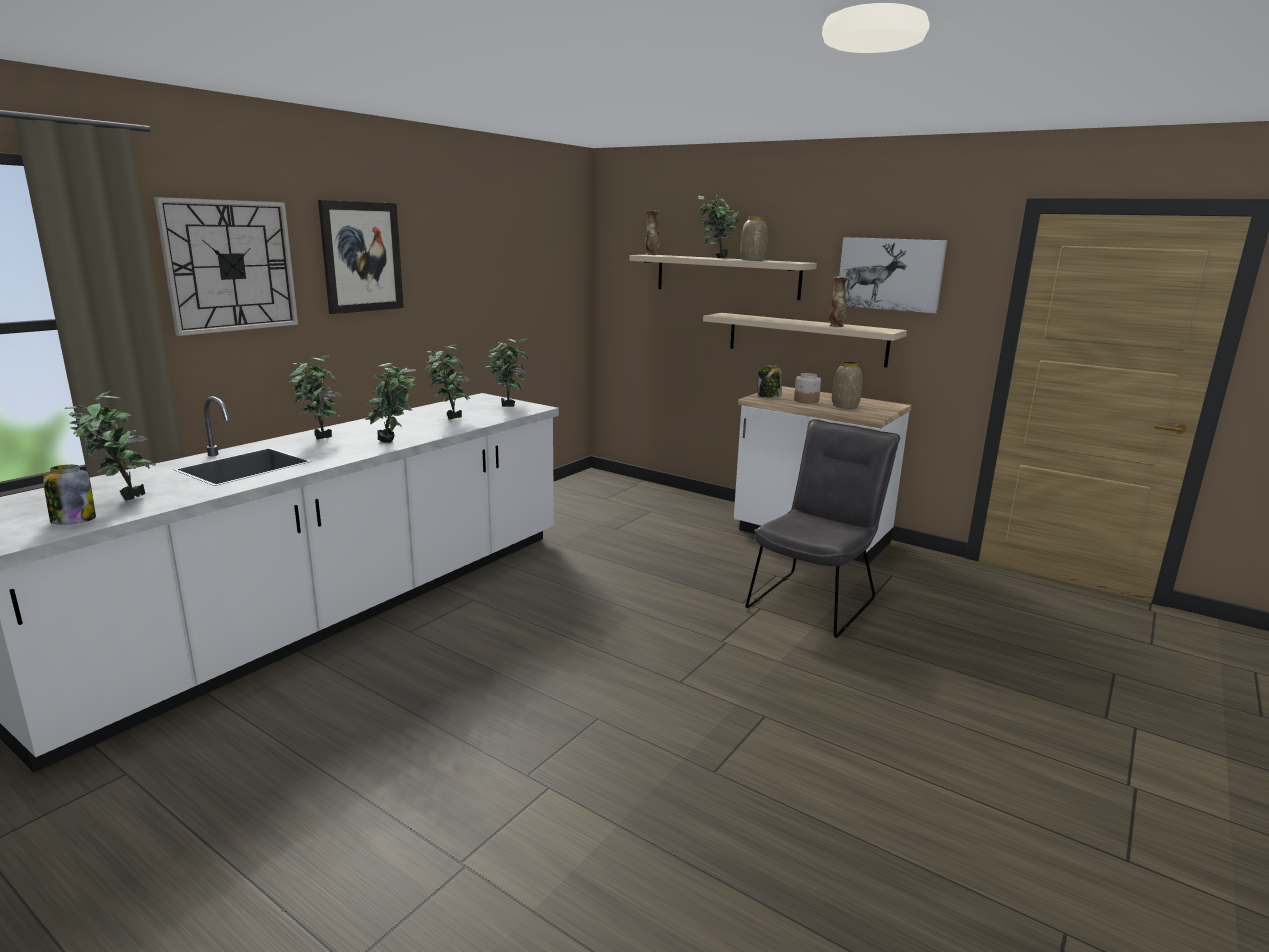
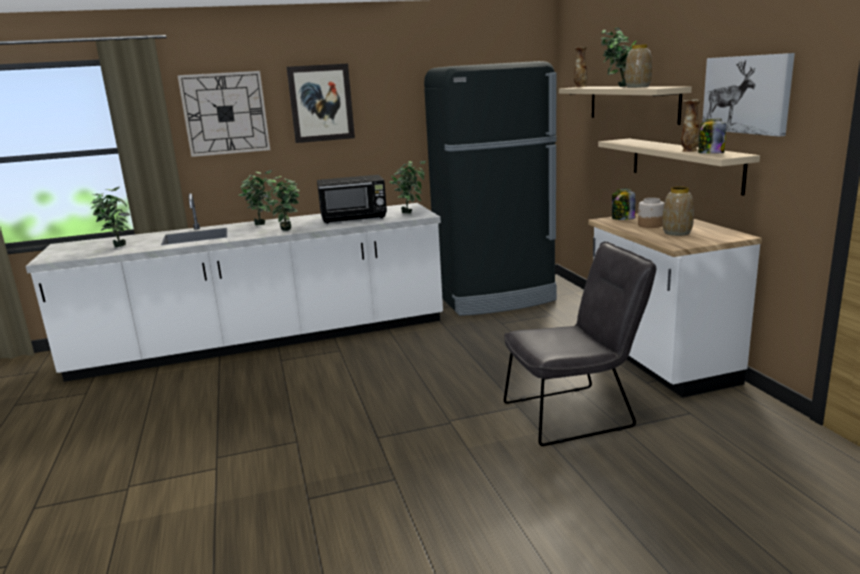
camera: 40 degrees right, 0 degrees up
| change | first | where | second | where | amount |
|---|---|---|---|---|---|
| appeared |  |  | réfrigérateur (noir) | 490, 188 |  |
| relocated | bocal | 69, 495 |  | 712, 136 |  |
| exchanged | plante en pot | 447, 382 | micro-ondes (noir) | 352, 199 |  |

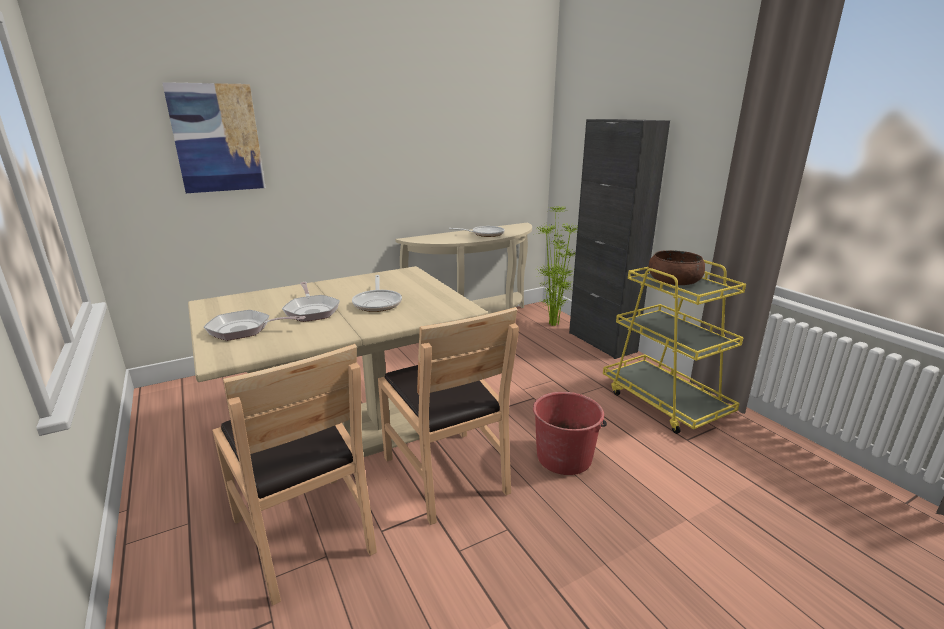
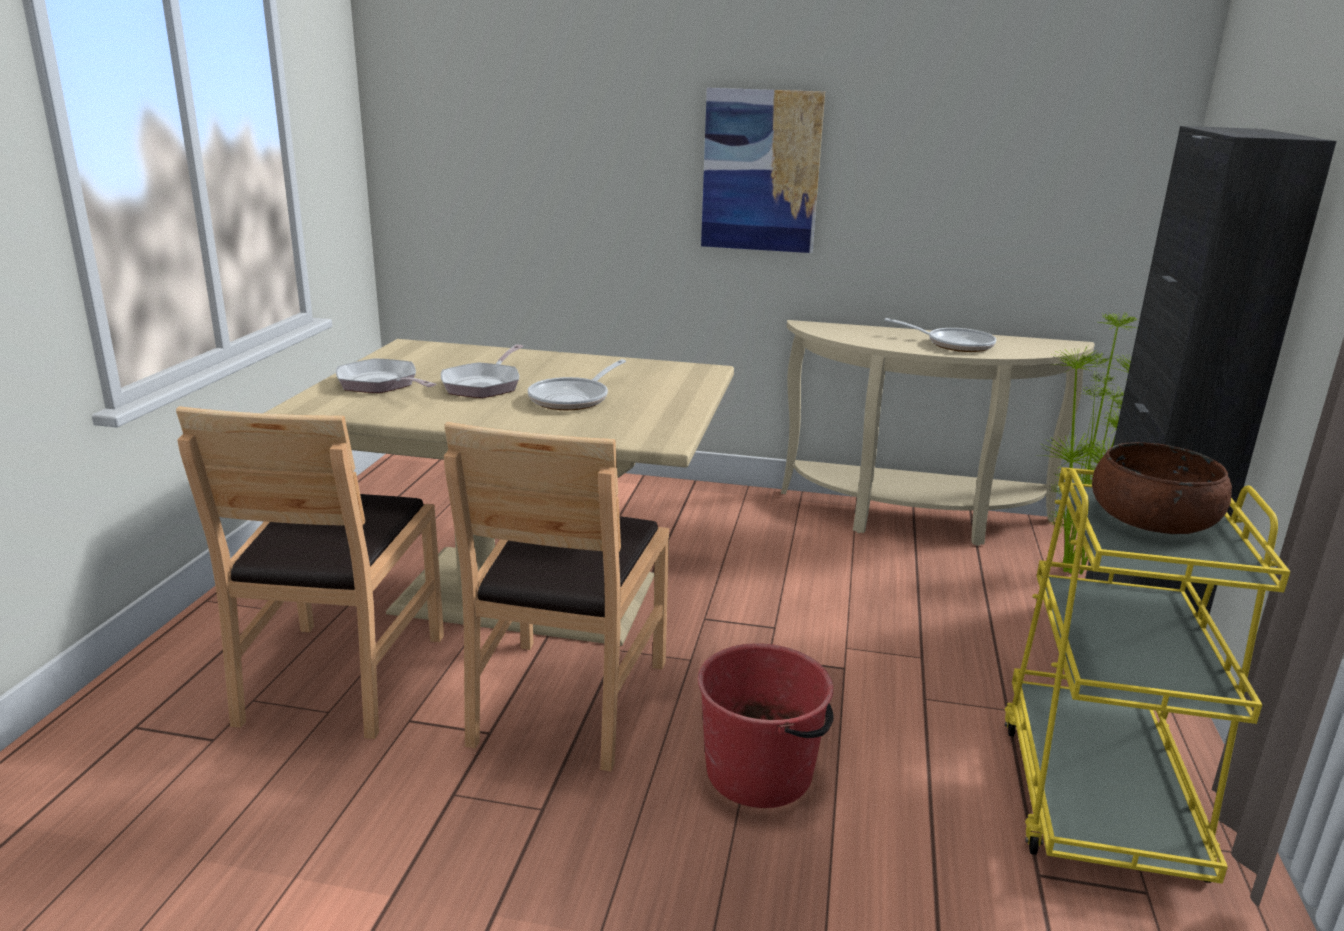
camera: 40 degrees right, 0 degrees up
| change | first | where | second | where | amount |
|---|---|---|---|---|---|
| relocated | tableau | 214, 137 |  | 763, 170 |  |

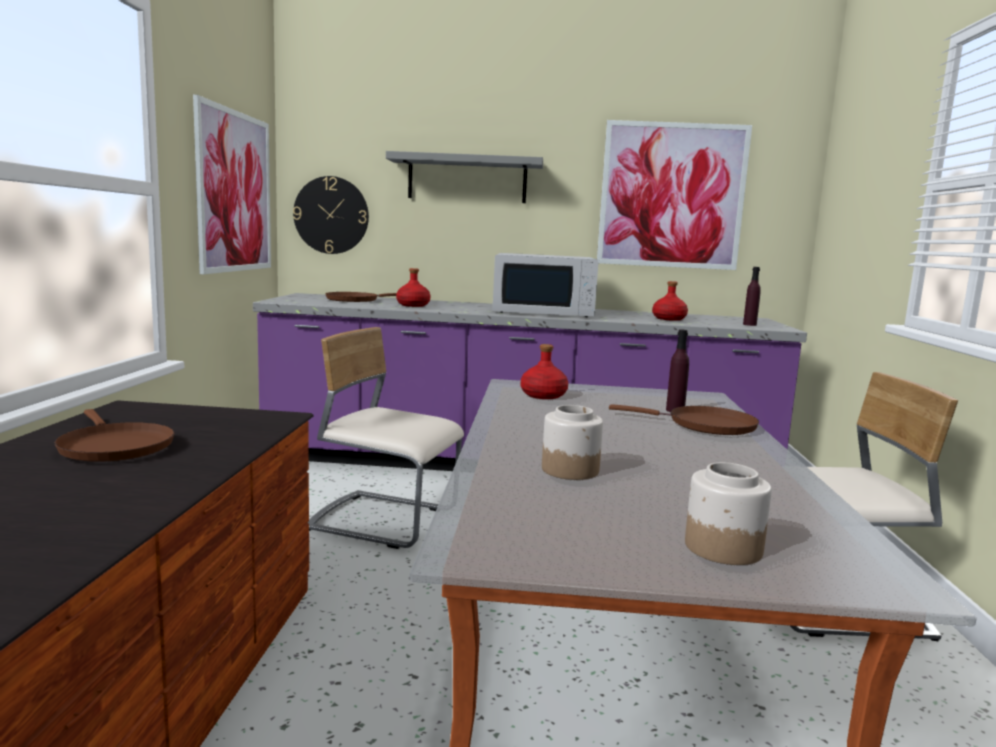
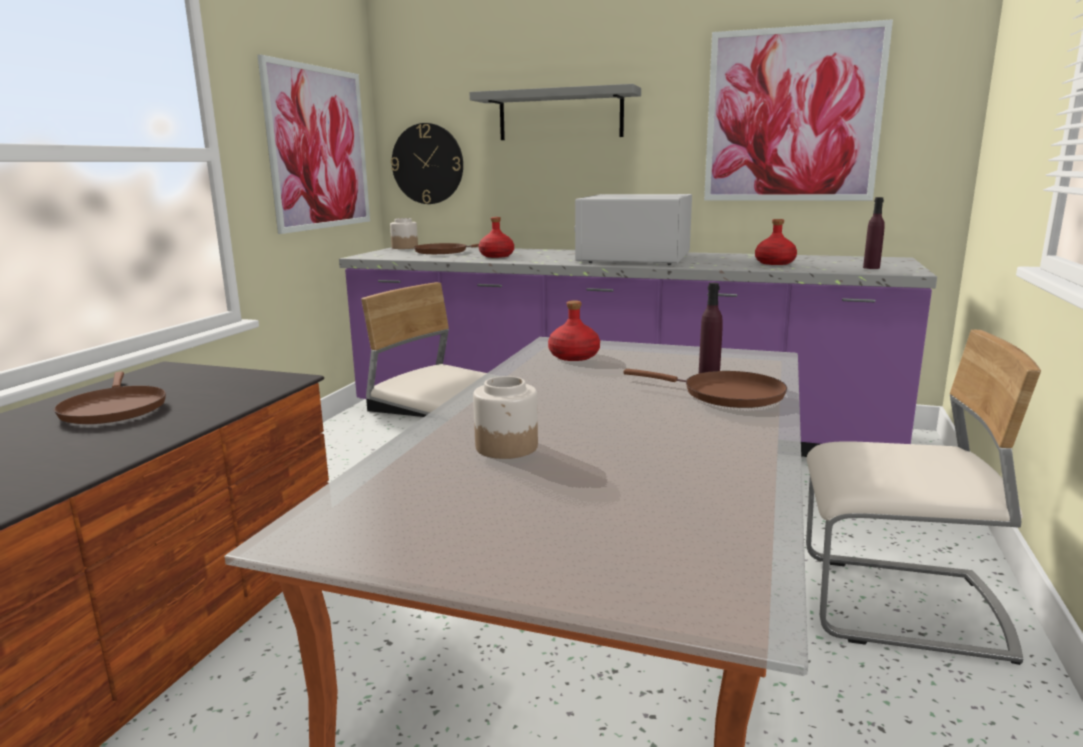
camera: 15 degrees right, 5 degrees up
| change | first | where | second | where | amount |
|---|---|---|---|---|---|
| relocated | bocal | 728, 513 |  | 404, 233 |  |
| spun | micro-ondes (blanc) | 546, 285 |  | 633, 229 | 90 degrees clockwise |

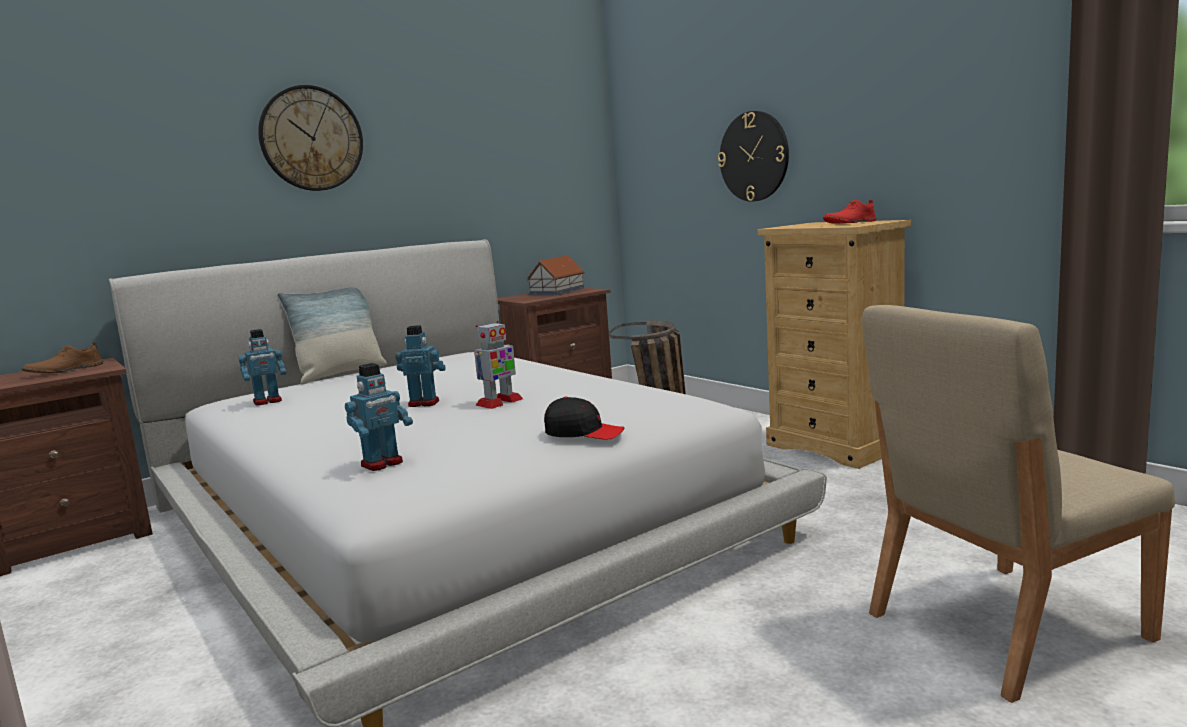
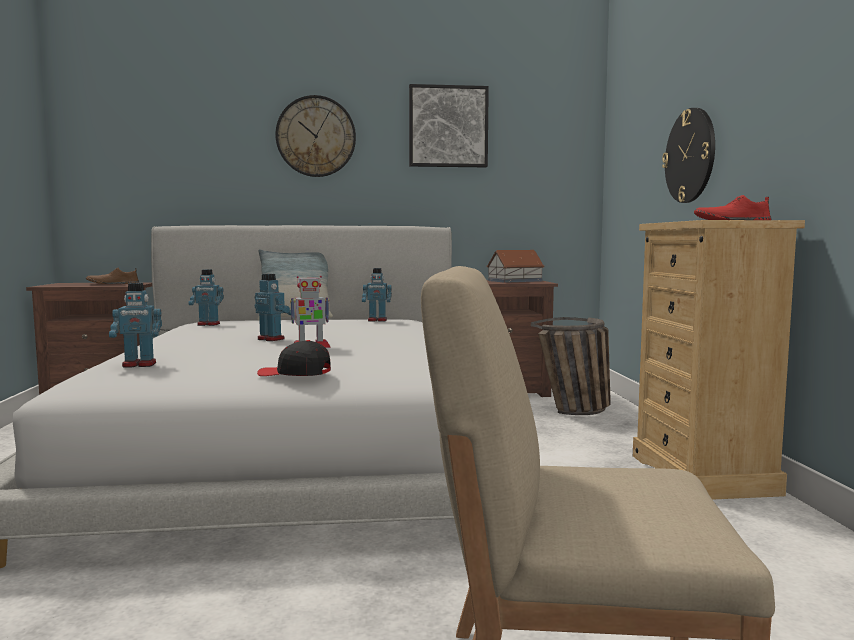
camera: 30 degrees right, 5 degrees down
| change | first | where | second | where | amount |
|---|---|---|---|---|---|
| appeared |  |  | robot jouet | 377, 295 |  |
| appeared |  |  | tableau | 449, 125 |  |
| spun | casquette (noir) | 584, 418 |  | 294, 358 | 150 degrees clockwise |

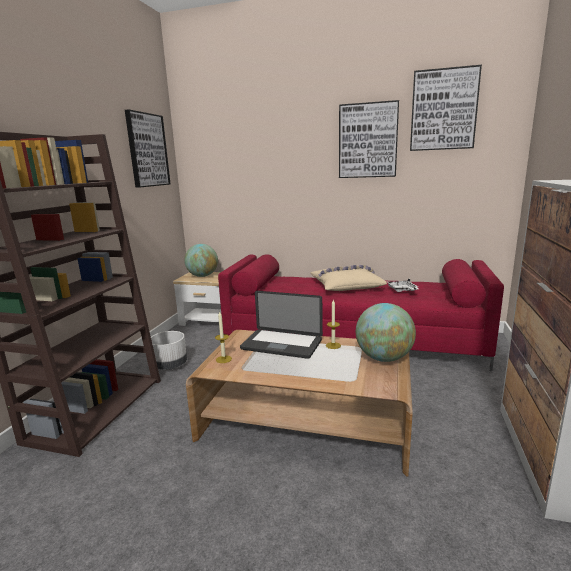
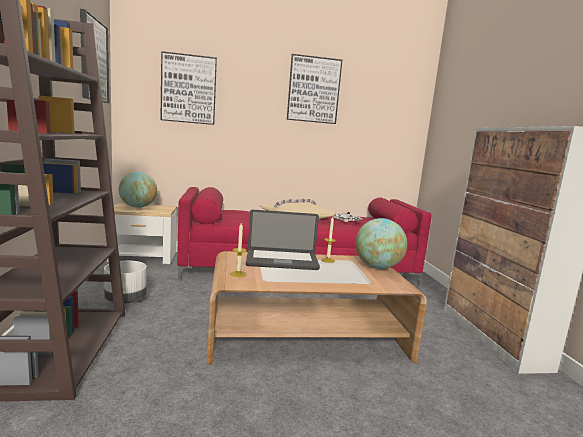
camera: 25 degrees left, 5 degrees down
| change | first | where | second | where | amount |
|---|---|---|---|---|---|
| relocated | tableau | 446, 108 |  | 188, 88 |  |

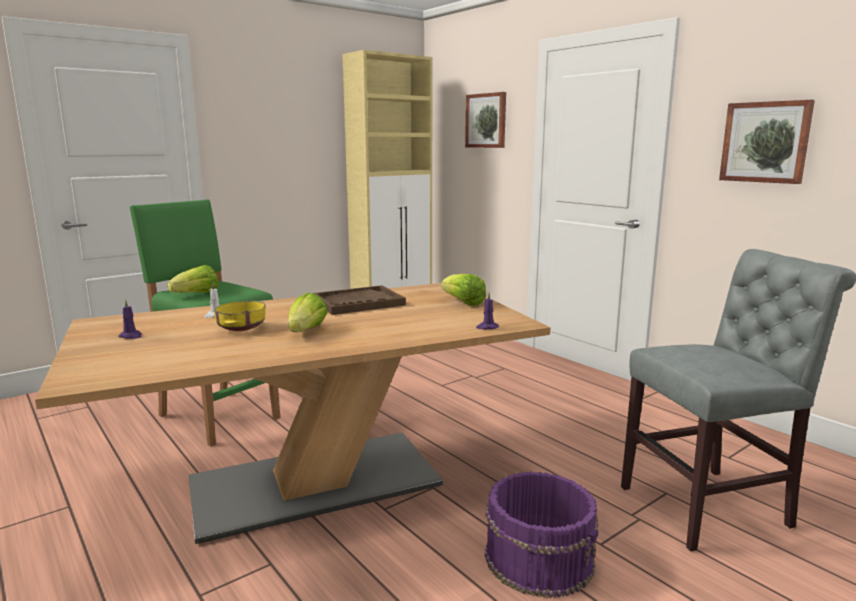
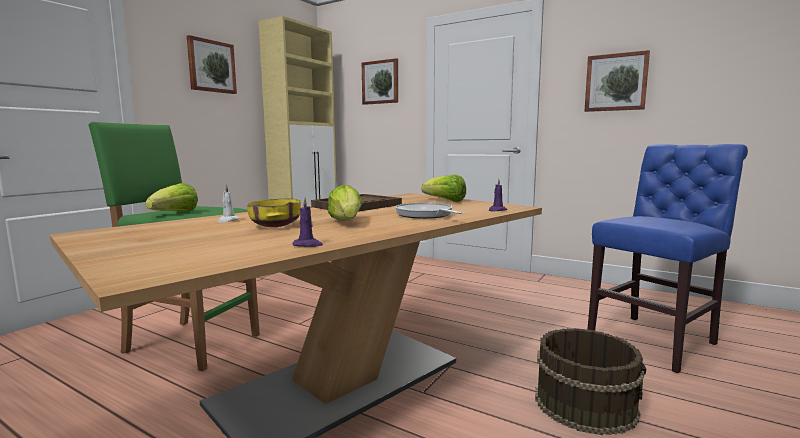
camera: 20 degrees left, 5 degrees down
| change | first | where | second | where | amount |
|---|---|---|---|---|---|
| appeared |  |  | tableau | 212, 64 |  |
| appeared |  |  | poêle | 428, 211 |  |
| relocated | bougie (violet) | 130, 319 |  | 308, 222 |  |
| colour | seau (violet) | 541, 535 | seau (marron) | 590, 381 |  |
| colour | chaise (gris) | 738, 400 | chaise (bleu) | 667, 258 |  |

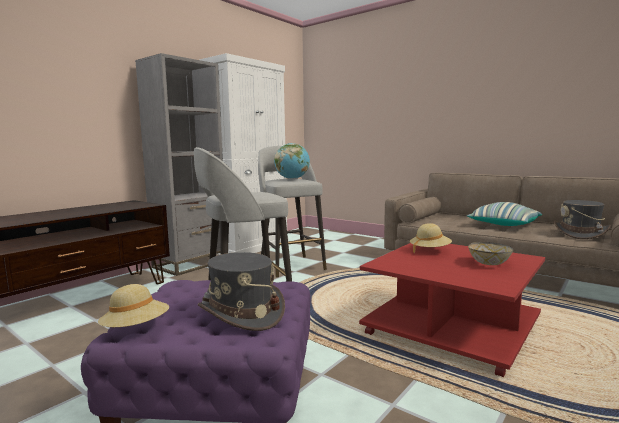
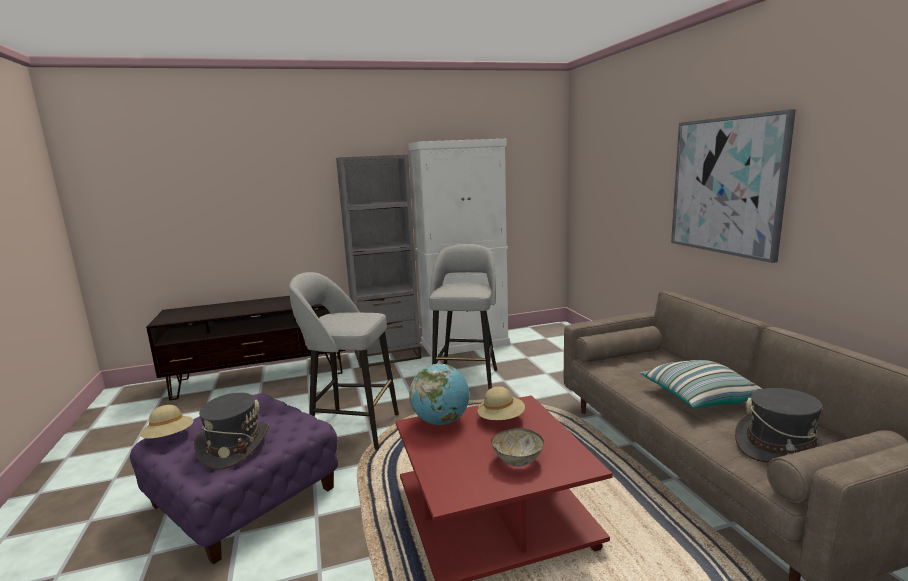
camera: 35 degrees right, 5 degrees up
| change | first | where | second | where | amount |
|---|---|---|---|---|---|
| appeared |  |  | tableau | 733, 186 |  |
| relocated | globe | 292, 161 |  | 439, 394 |  |

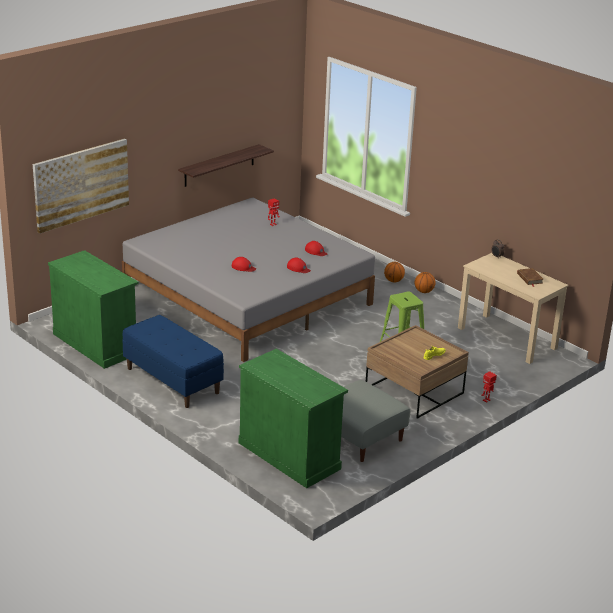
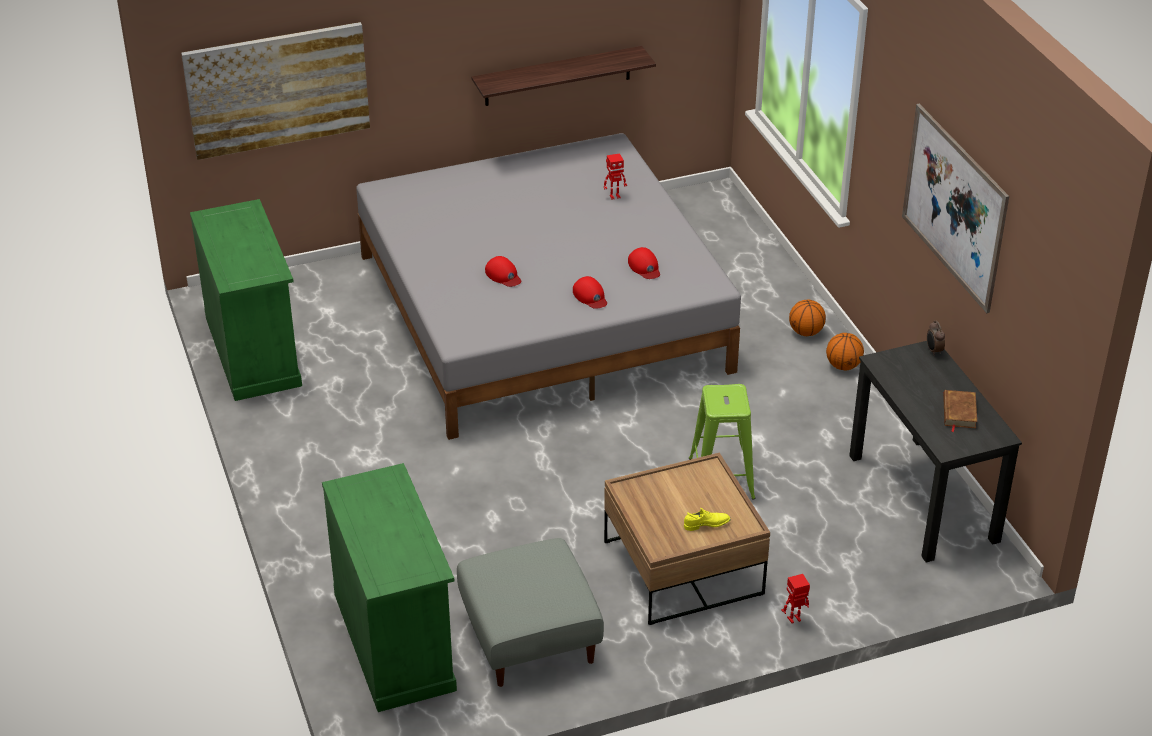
camera: 25 degrees right, 10 degrees up
| change | first | where | second | where | amount |
|---|---|---|---|---|---|
| missing | banc (bleu) | 173, 361 |  |  |  |
| appeared |  |  | tableau | 955, 208 |  |
| colour | bureau (beige) | 513, 308 | bureau (noir) | 935, 451 |  |

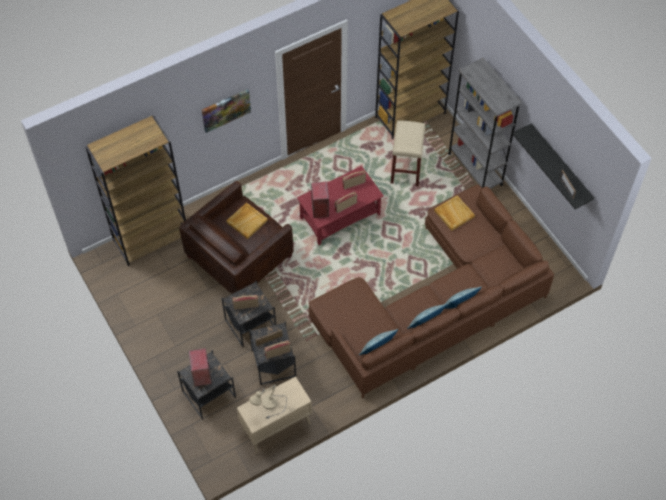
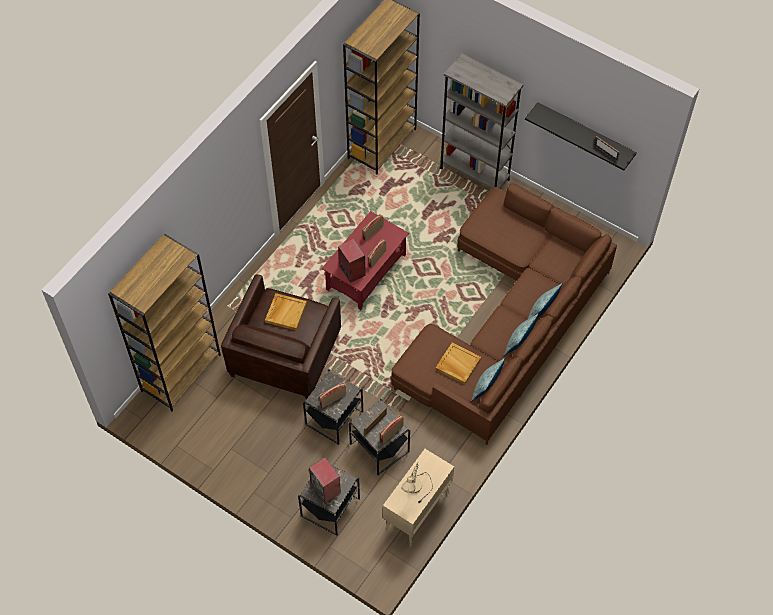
camera: 25 degrees left, 0 degrees up
| change | first | where | second | where | amount |
|---|---|---|---|---|---|
| missing | tableau | 226, 111 |  |  |  |
| missing | tabouret (beige) | 408, 153 |  |  |  |
| relocated | plateau (beige) | 454, 213 |  | 458, 364 |  |

